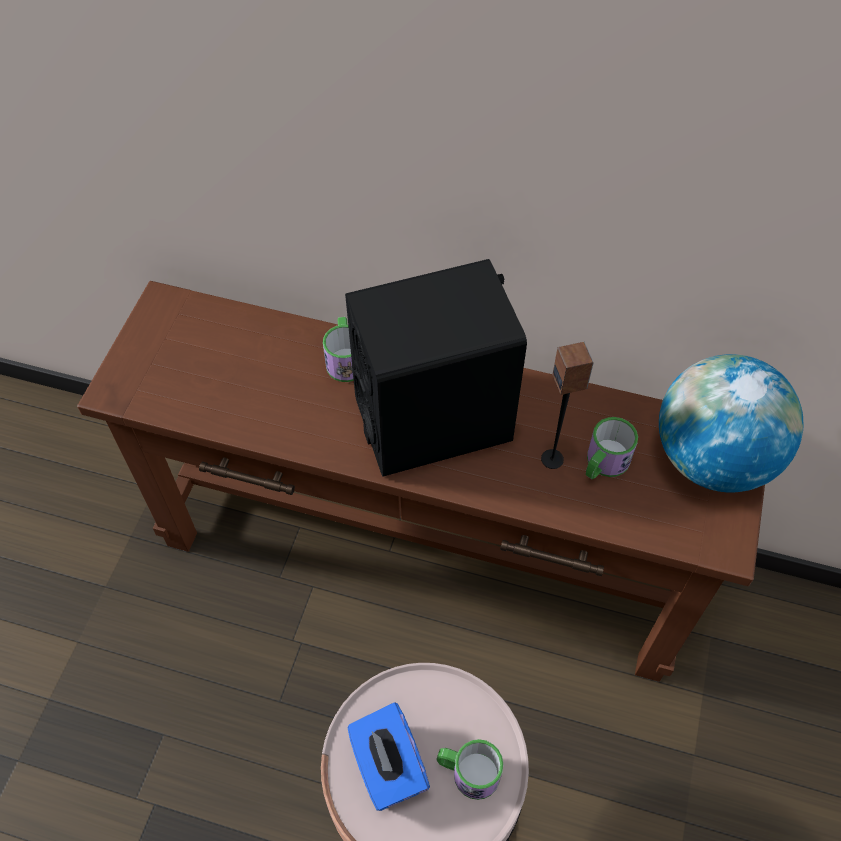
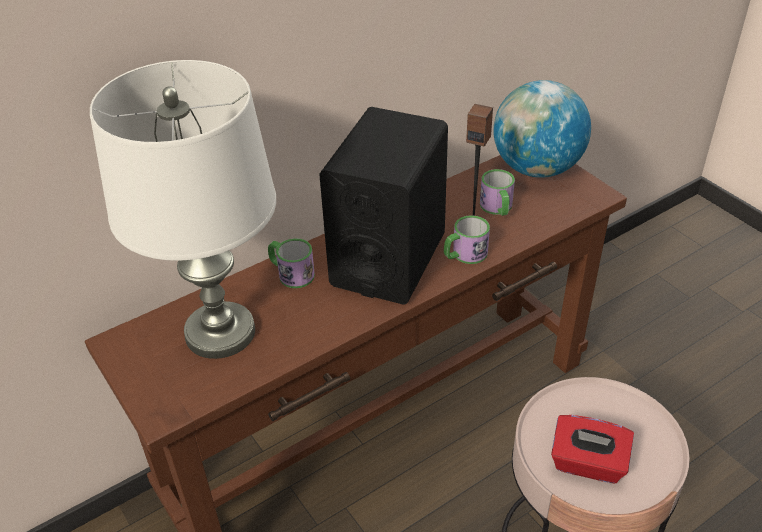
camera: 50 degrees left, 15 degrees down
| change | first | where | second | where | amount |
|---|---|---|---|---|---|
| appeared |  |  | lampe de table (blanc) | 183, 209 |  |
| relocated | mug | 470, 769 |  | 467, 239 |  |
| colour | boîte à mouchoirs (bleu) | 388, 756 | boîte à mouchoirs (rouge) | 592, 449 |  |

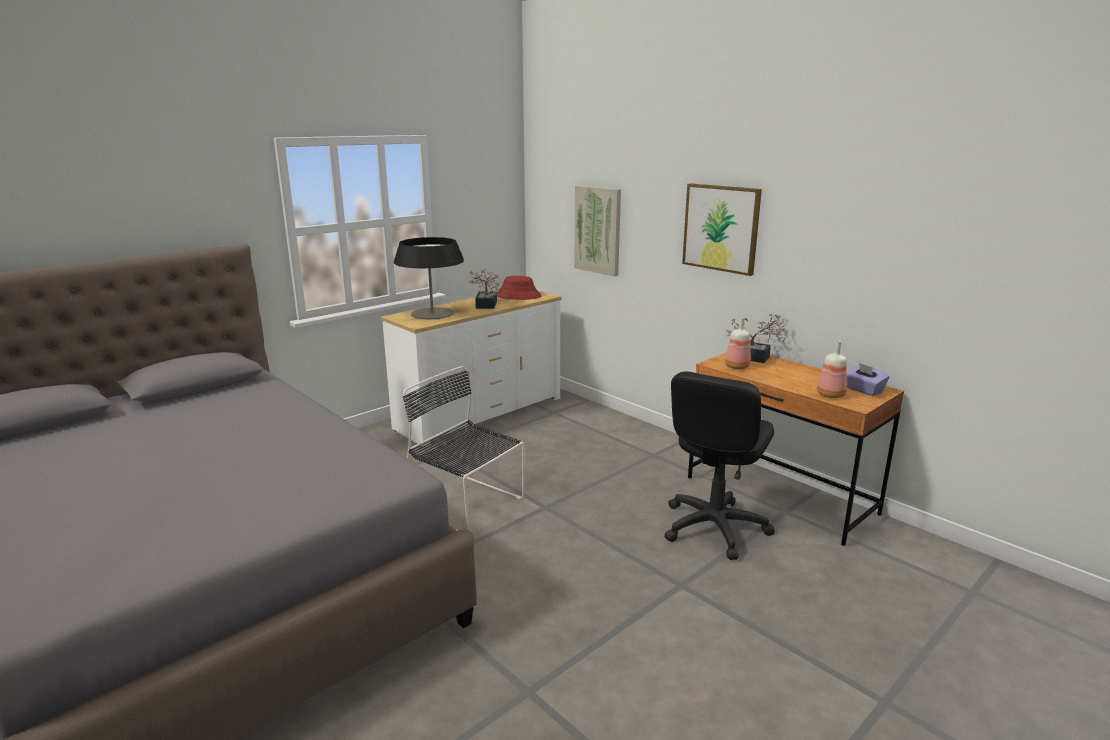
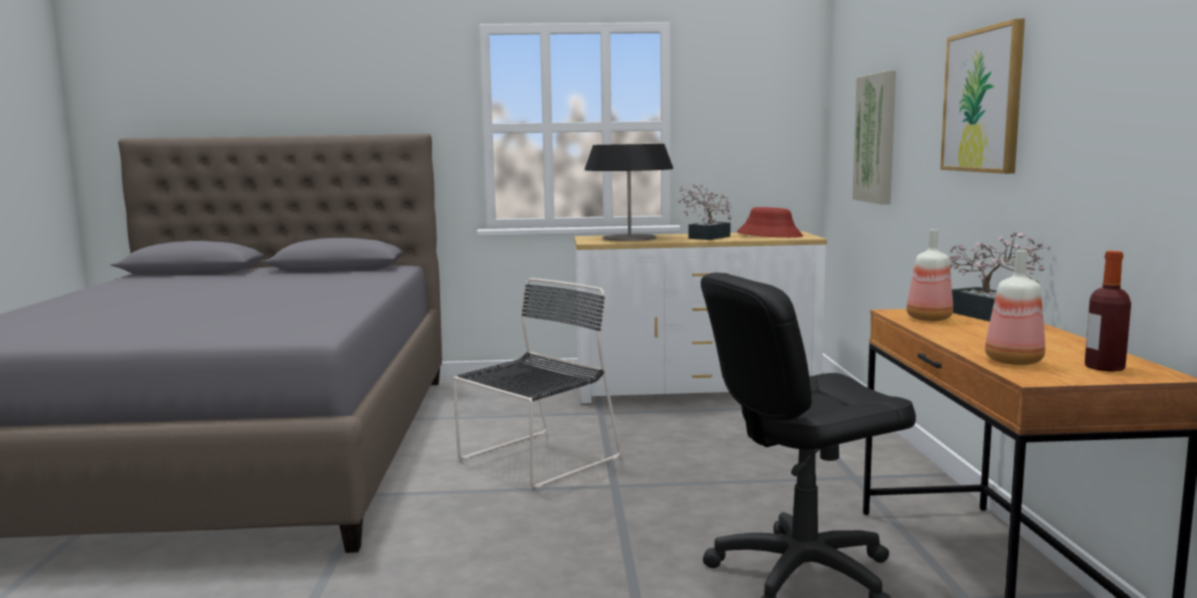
camera: 40 degrees right, 10 degrees down
| change | first | where | second | where | amount |
|---|---|---|---|---|---|
| exchanged | boîte à mouchoirs (violet) | 868, 379 | bouteille | 1108, 311 |  |
| spun | chaise (noir) | 464, 448 |  | 537, 383 | 60 degrees clockwise |

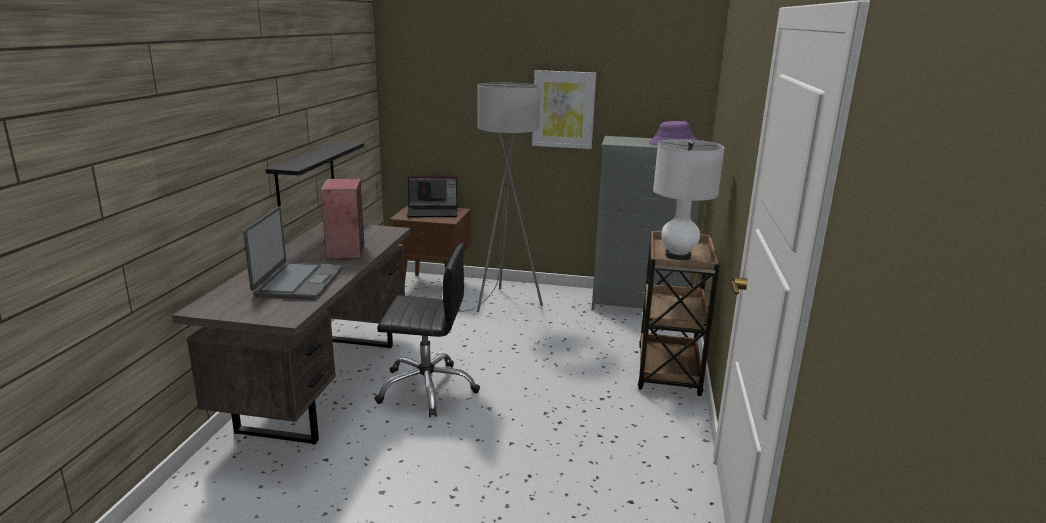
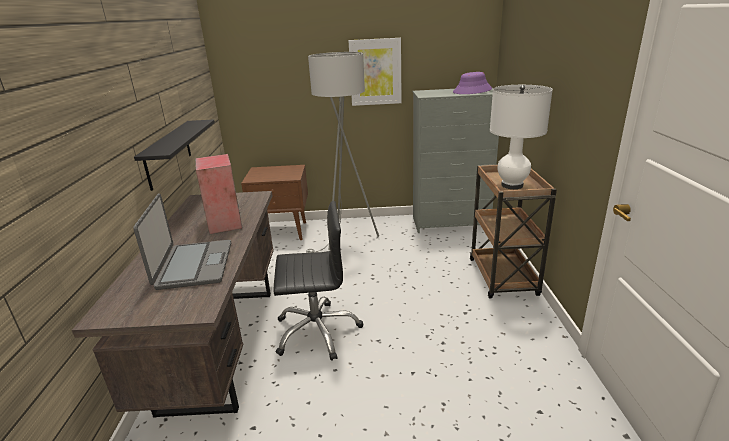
camera: 10 degrees left, 5 degrees up
| change | first | where | second | where | amount |
|---|---|---|---|---|---|
| missing | ordinateur portable | 432, 197 |  |  |  |

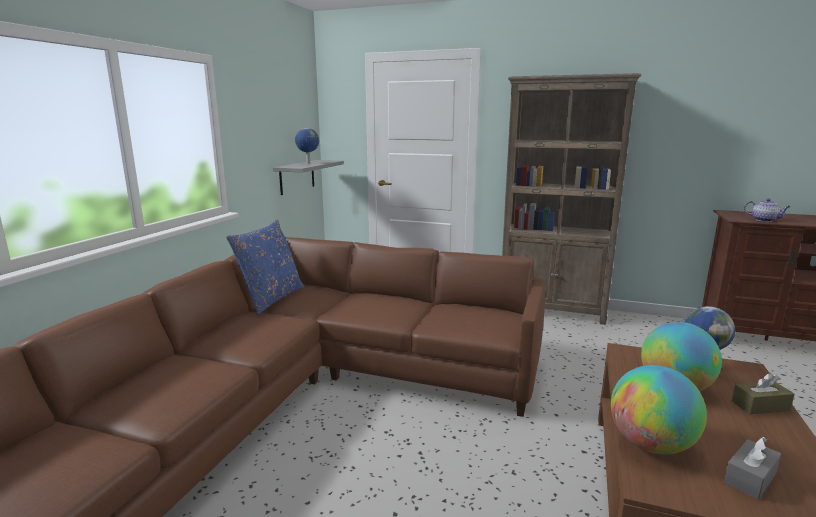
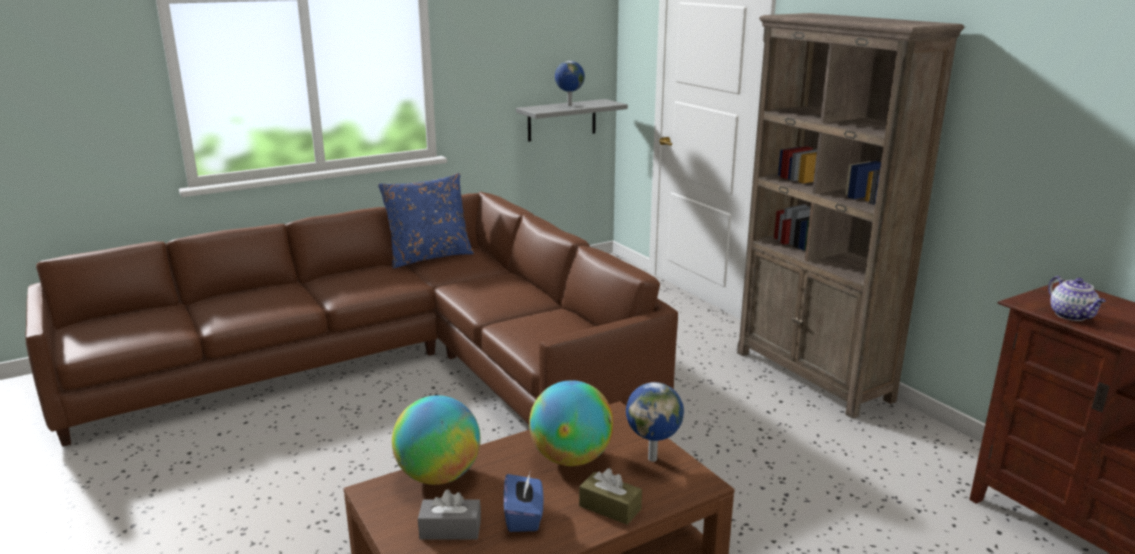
camera: 40 degrees right, 5 degrees up
| change | first | where | second | where | amount |
|---|---|---|---|---|---|
| appeared |  |  | boîte à mouchoirs (bleu) | 523, 502 |  |

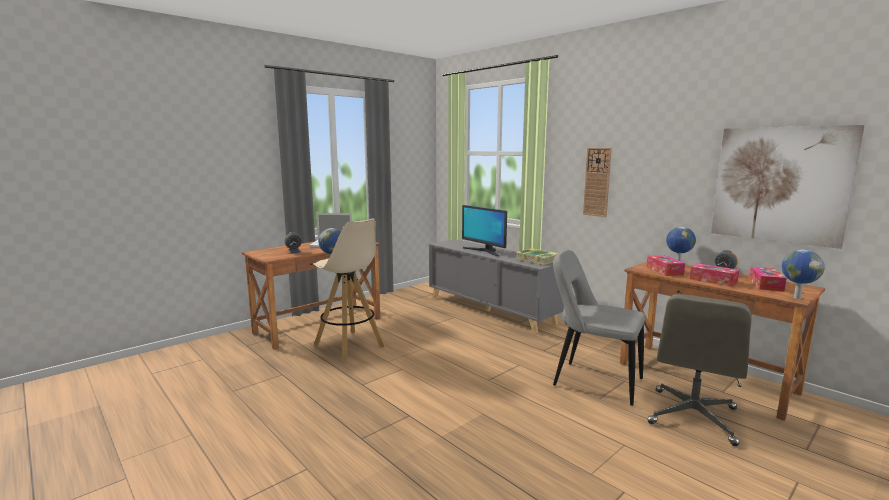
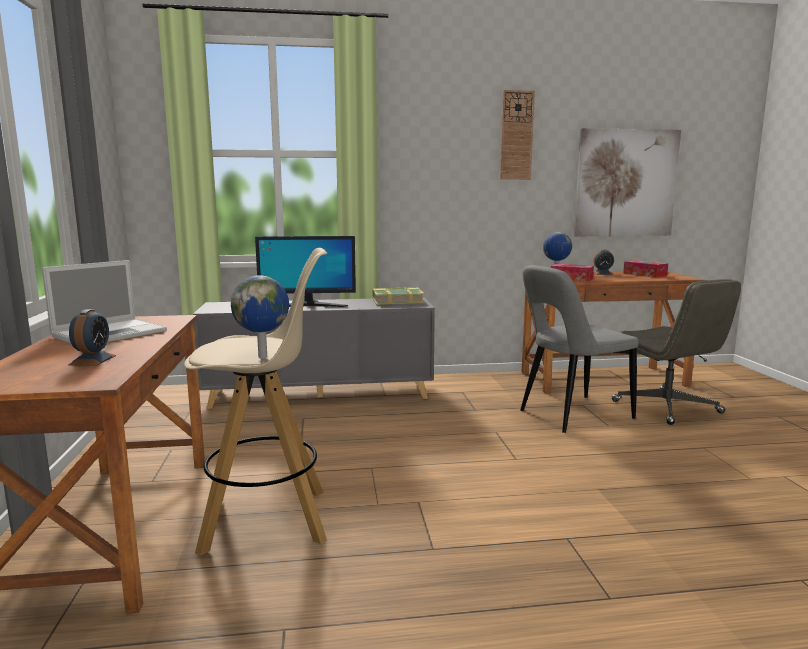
camera: 55 degrees left, 0 degrees up
| change | first | where | second | where | amount |
|---|---|---|---|---|---|
| missing | boîte à mouchoirs | 714, 275 |  |  |  |
| missing | globe | 803, 274 |  |  |  |
| relocated | horloge murale | 597, 182 |  | 517, 135 |  |

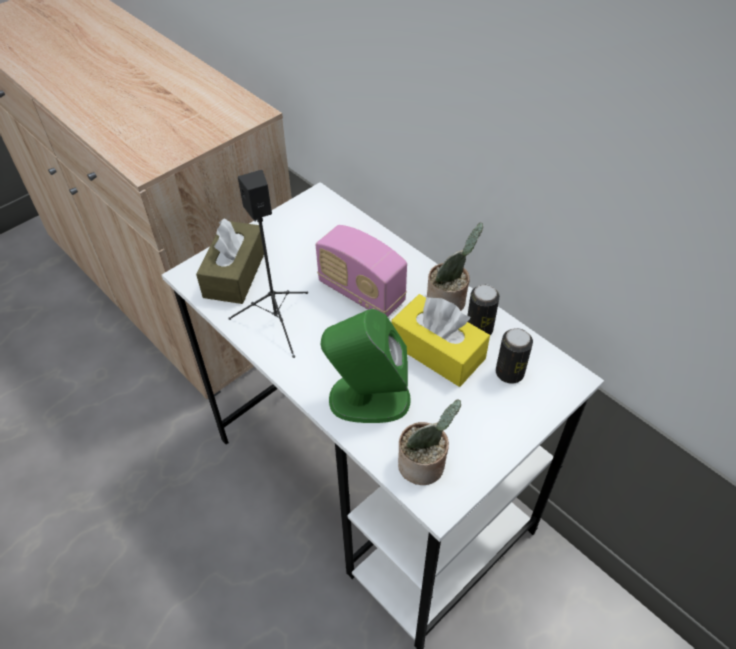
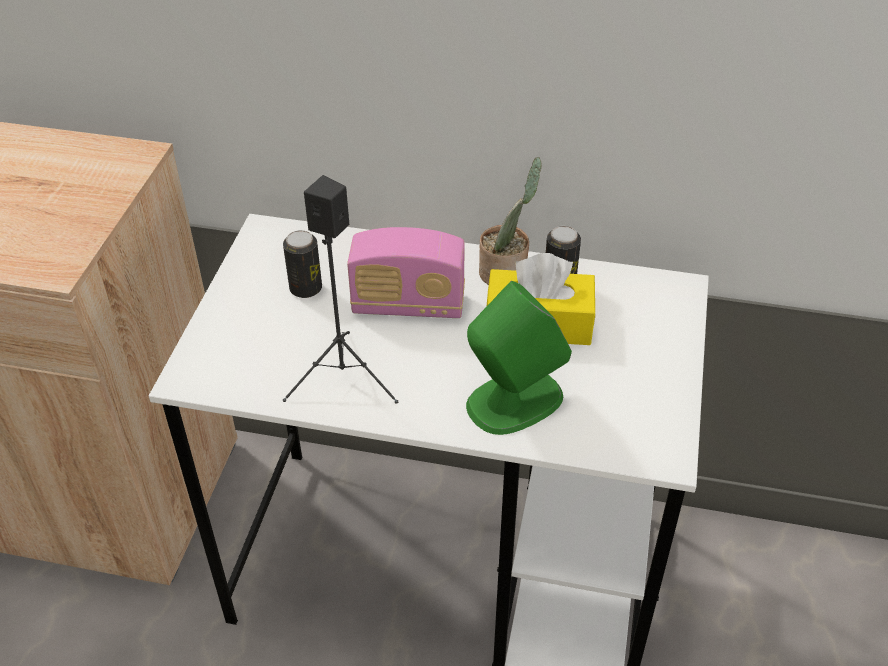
camera: 35 degrees left, 5 degrees down
| change | first | where | second | where | amount |
|---|---|---|---|---|---|
| missing | boîte à mouchoirs (marron) | 230, 261 |  |  |  |
| missing | plante en pot | 429, 442 |  |  |  |
| relocated | boîte métallique | 514, 356 |  | 302, 264 |  |

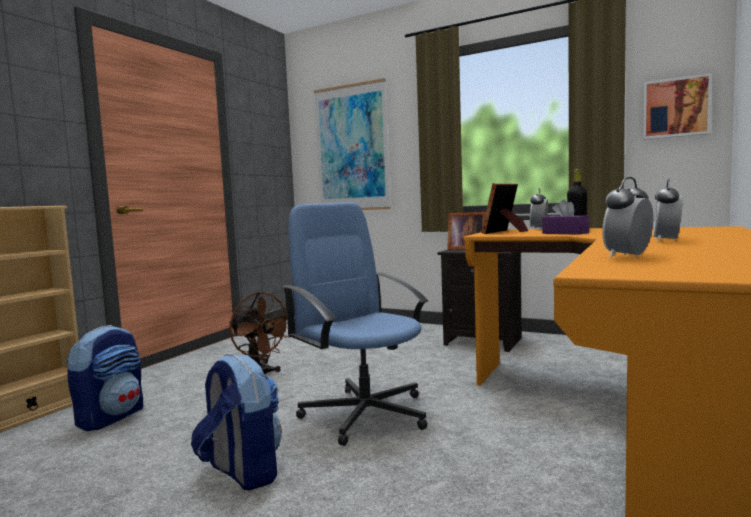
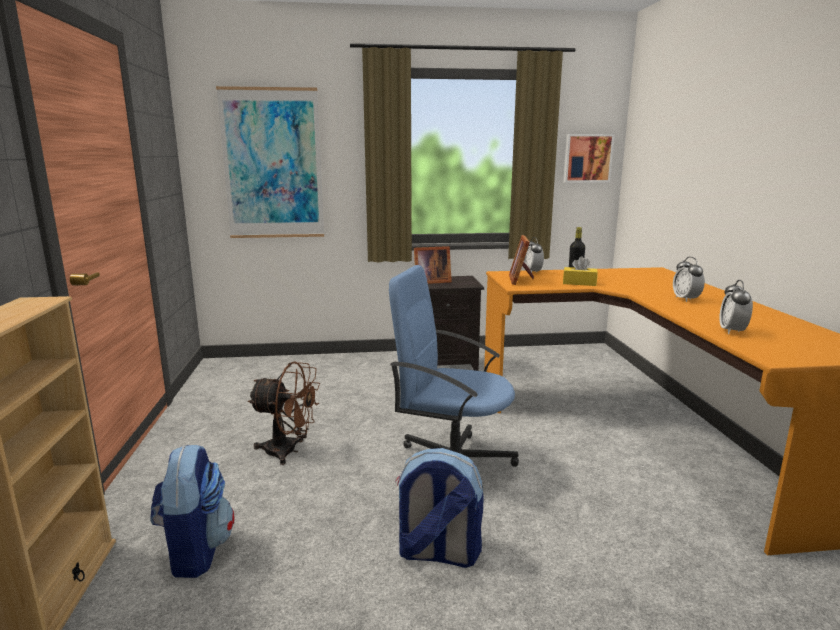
camera: 35 degrees left, 10 degrees up
| change | first | where | second | where | amount |
|---|---|---|---|---|---|
| colour | boîte à mouchoirs (violet) | 565, 217 | boîte à mouchoirs (jaune) | 580, 271 |  |

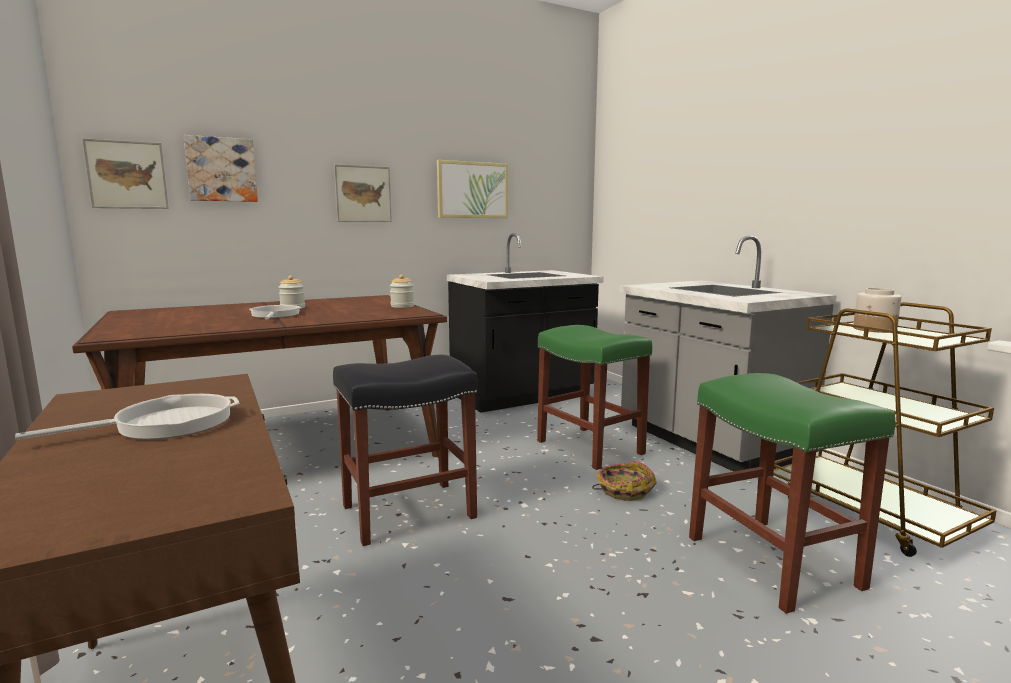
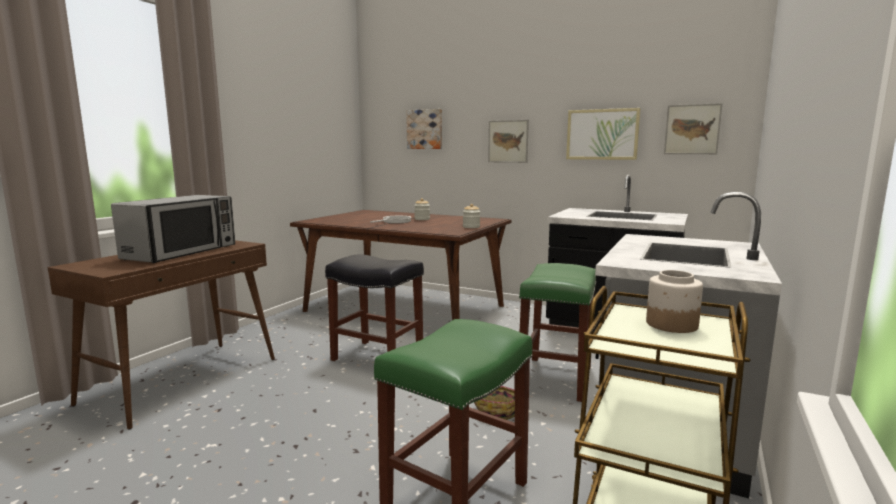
camera: 55 degrees right, 0 degrees up
| change | first | where | second | where | amount |
|---|---|---|---|---|---|
| relocated | tableau | 125, 173 |  | 693, 128 |  |
| exchanged | poêle | 127, 417 | micro-ondes | 173, 229 |  |

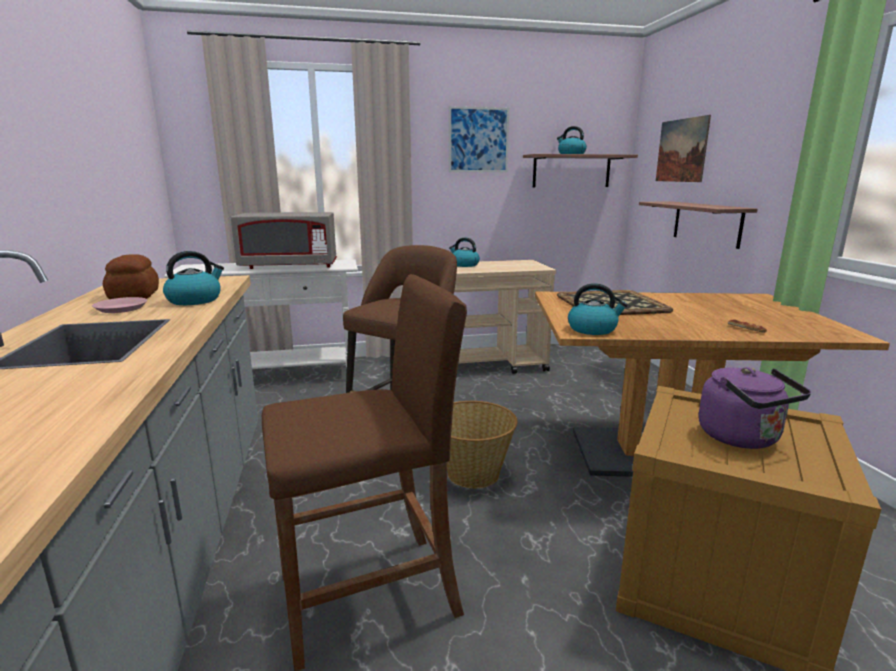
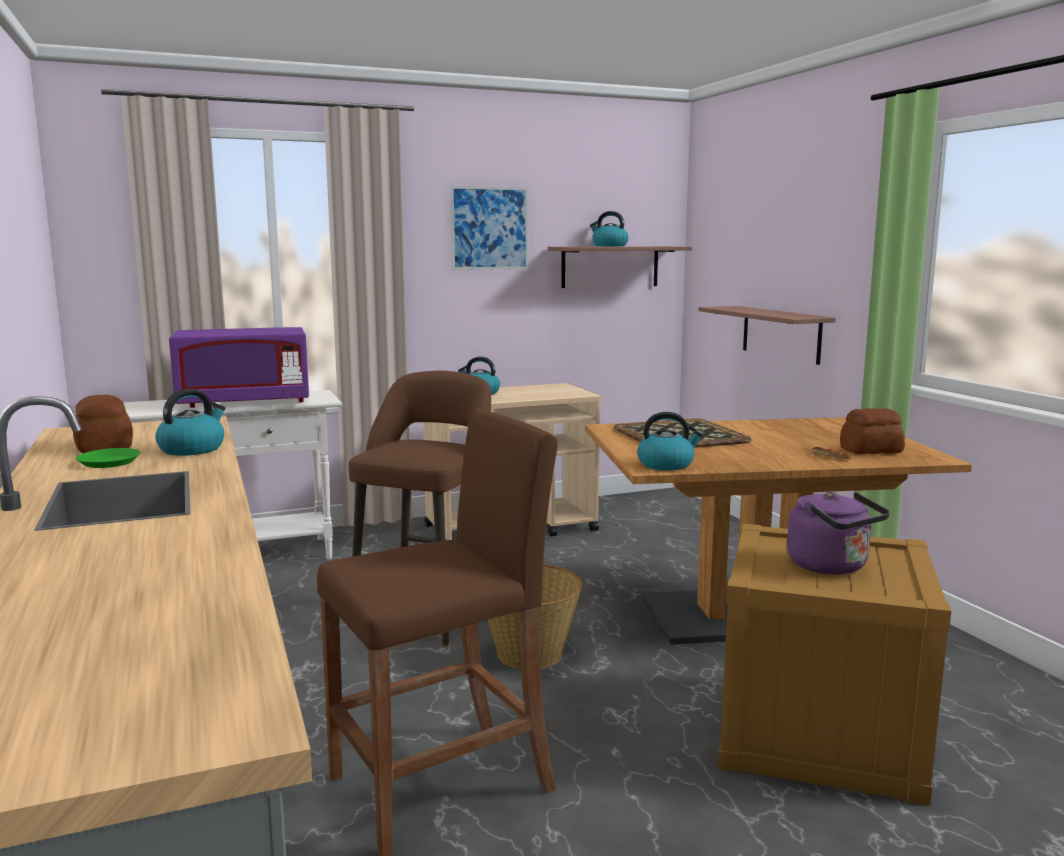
camera: 10 degrees left, 5 degrees down
| change | first | where | second | where | amount |
|---|---|---|---|---|---|
| missing | tableau | 683, 148 |  |  |  |
| appeared |  |  | pain | 872, 431 |  |
| colour | assiette (rose) | 119, 305 | assiette (vert) | 108, 458 |  |
| colour | micro-ondes (gris) | 284, 240 | micro-ondes (violet) | 239, 367 |  |

